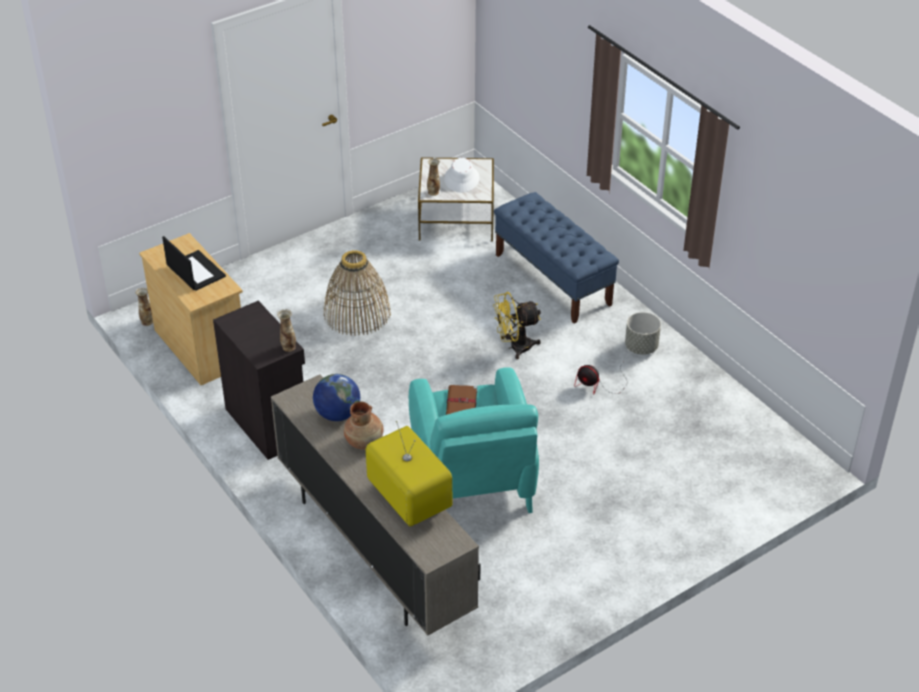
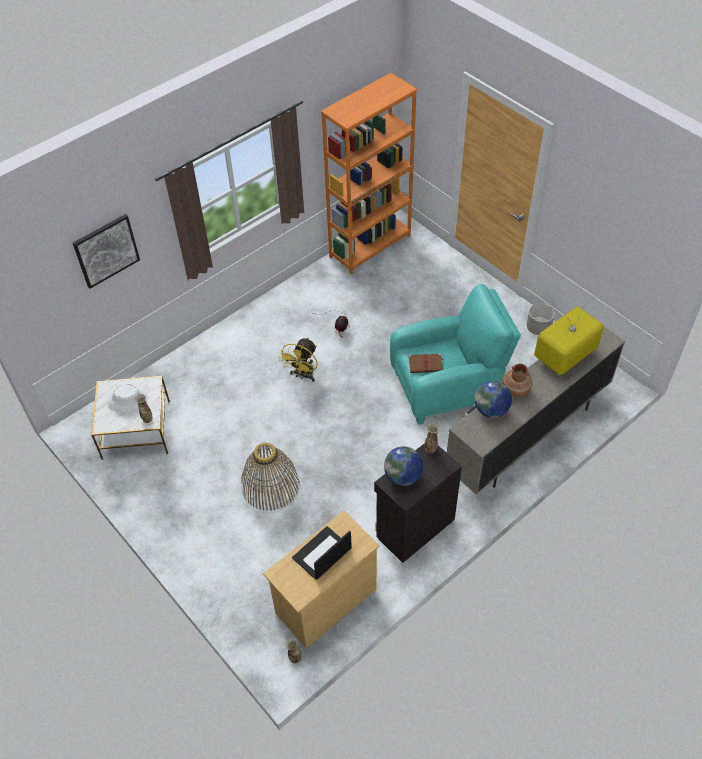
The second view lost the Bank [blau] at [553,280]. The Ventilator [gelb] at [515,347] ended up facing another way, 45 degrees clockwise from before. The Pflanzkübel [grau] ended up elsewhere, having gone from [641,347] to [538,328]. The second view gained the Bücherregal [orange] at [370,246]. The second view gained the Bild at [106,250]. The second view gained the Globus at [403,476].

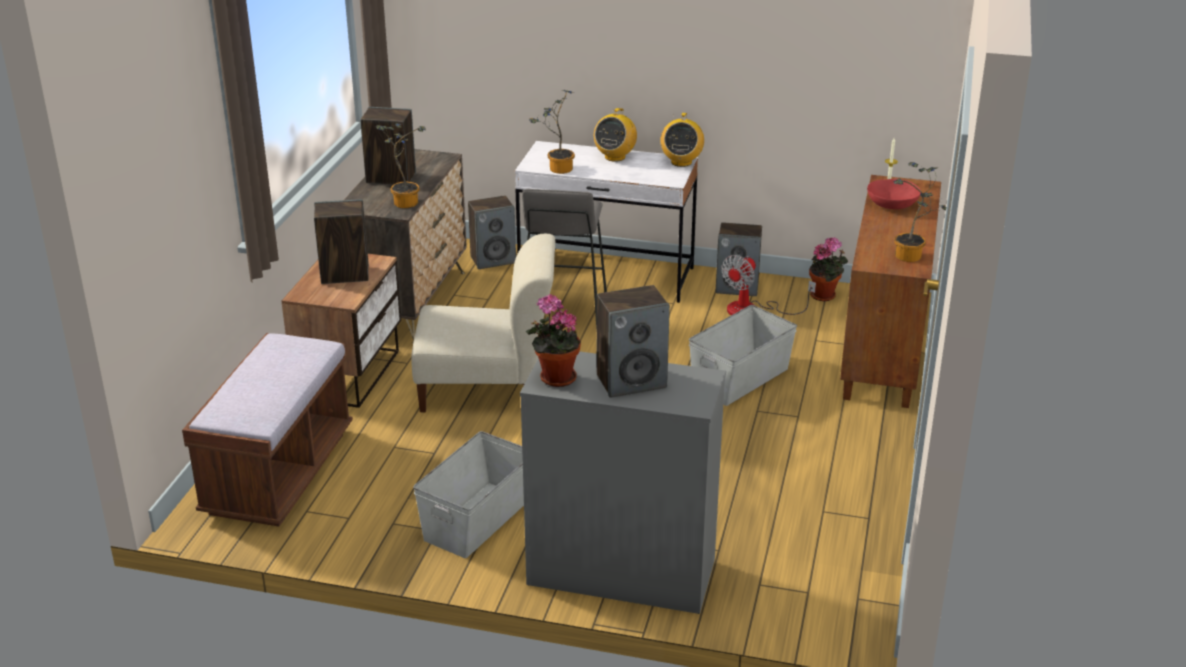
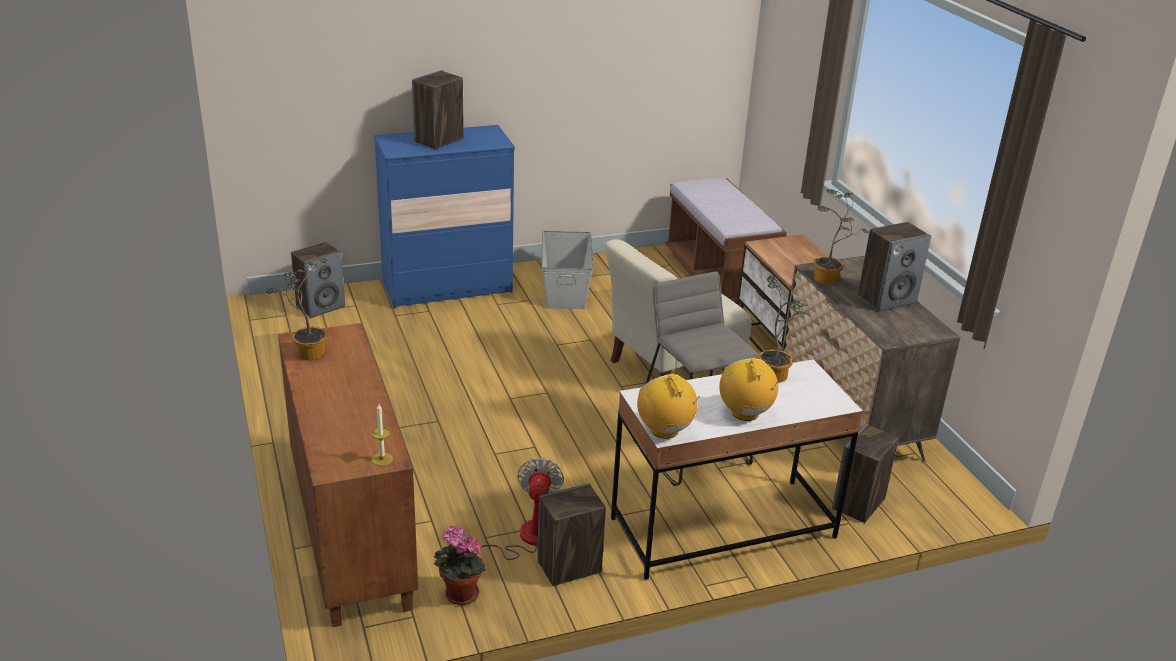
The second view lost the Schüssel [rot] at [892,204]. The Lautsprecher ended up elsewhere, having gone from [344,275] to [320,306]. The second view lost the Topfpflanze at [554,378]. The second view lost the Aufbewahrungsbox [grau] at [741,378]. What was the Kommode [grau] at [621,573] turned into the Kommode [blau] at [447,288].

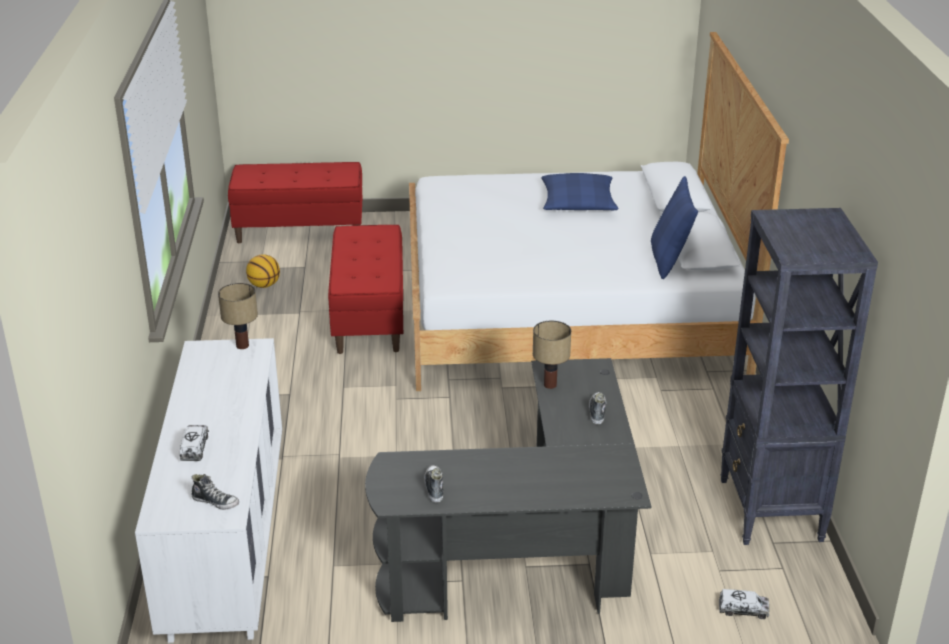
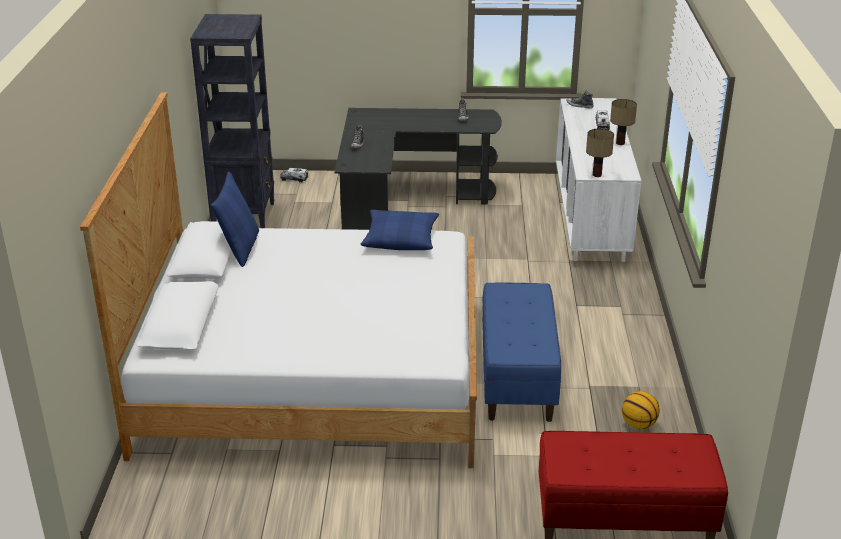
The Kissen [blau] ended up elsewhere, having gone from [578,203] to [400,238]. What was the Bank [rot] at [369,316] turned into the Bank [blau] at [516,377]. The Tischlampe ended up elsewhere, having gone from [549,384] to [620,143].

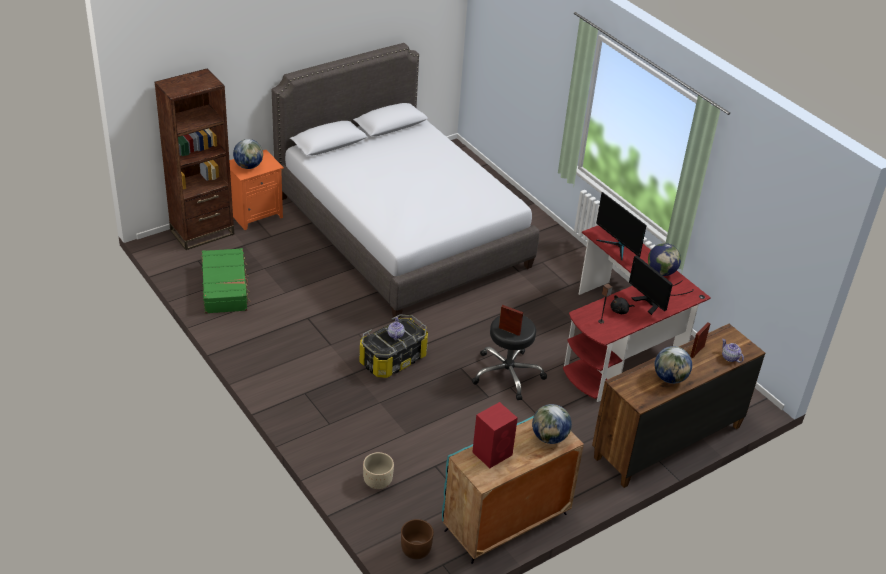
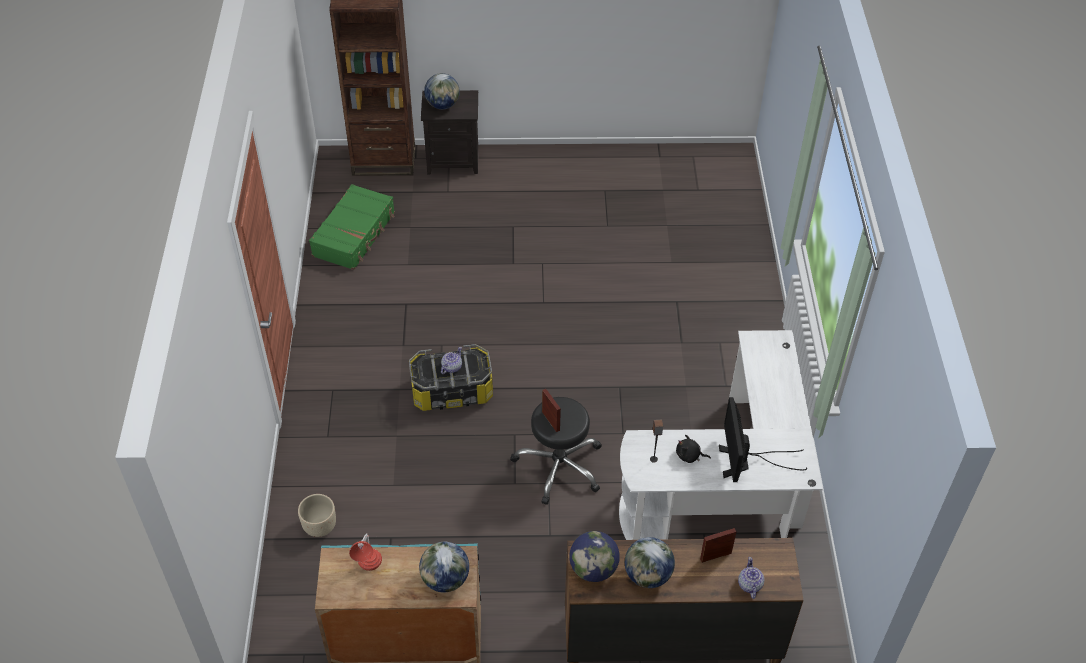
The second view lost the Bett [grau] at [401,231]. What was the Nachttisch [orange] at [256,214] turned into the Nachttisch [schwarz] at [454,160]. The second view lost the Monitor at [617,246]. What was the Schreibtisch [rot] at [623,343] turned into the Schreibtisch [weiß] at [727,489]. The Globus ended up elsewhere, having gone from [661,272] to [593,569]. Where the Lautsprecher [rot] stood at [493,453], the Tischlampe [rot] came to stand at [369,567]. The second view lost the Pflanzkübel [braun] at [415,549].

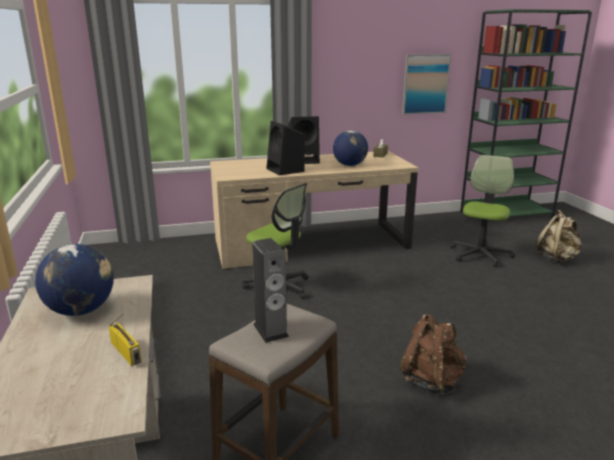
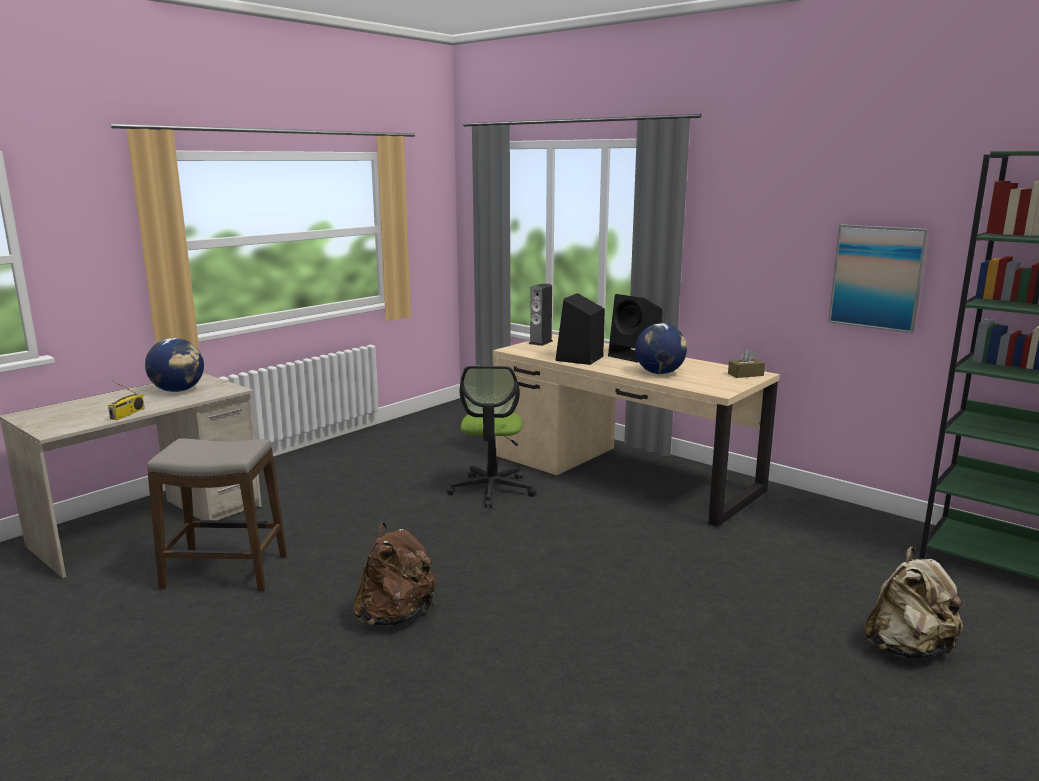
The second view lost the Bürostuhl at [480,255]. The Lautsprecher ended up elsewhere, having gone from [270,330] to [540,342].

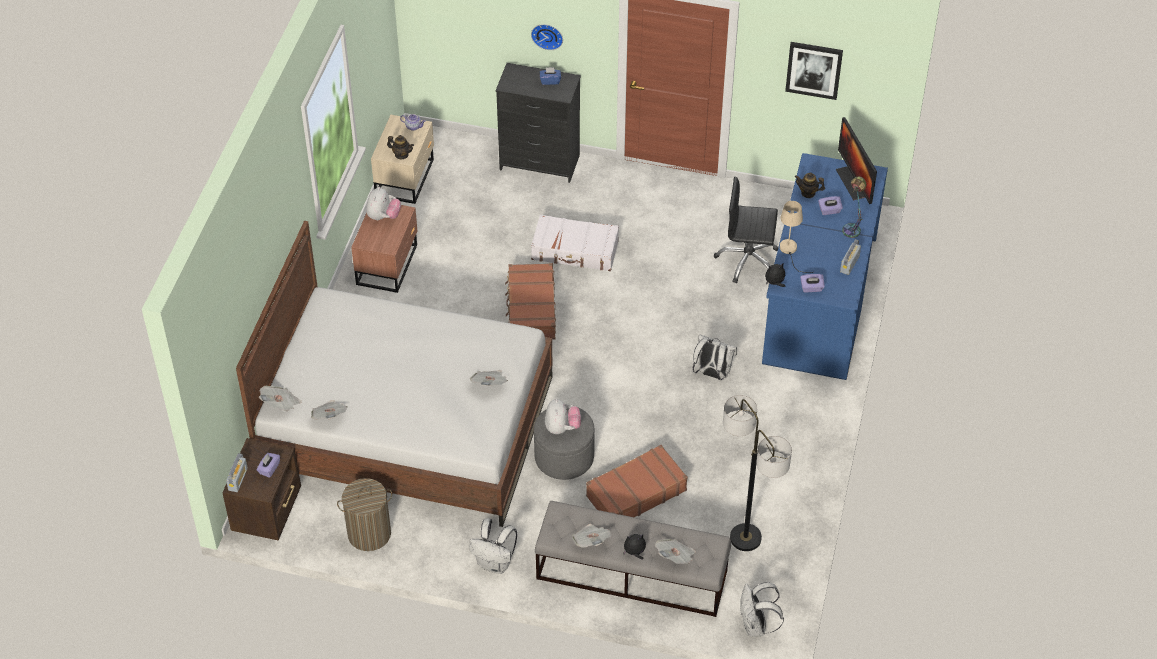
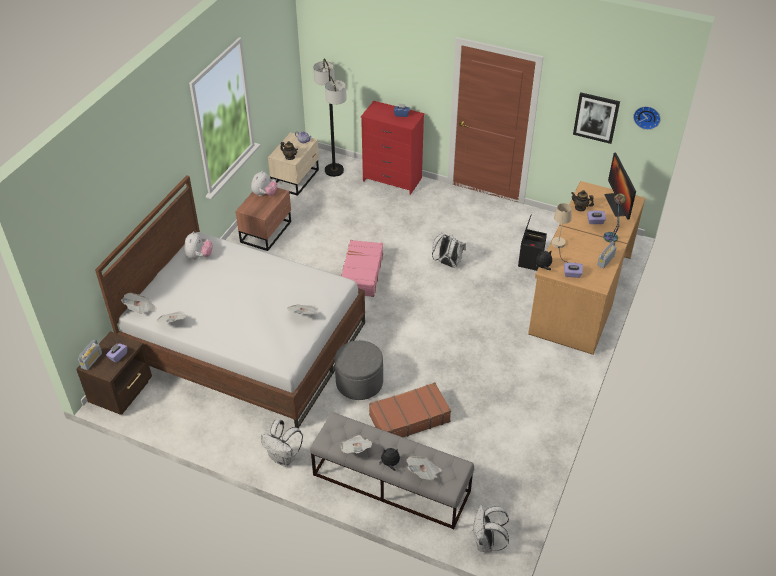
The Wanduhr ended up elsewhere, having gone from [547,35] to [647,116]. What was the Kommode [schwarz] at [539,163] turned into the Kommode [rot] at [392,180]. What was the Schreibtisch [blau] at [818,300] turned into the Schreibtisch [braun] at [580,294]. Where the Bürostuhl [schwarz] stood at [747,260], the Aufbewahrungsbox [schwarz] came to stand at [530,260]. The second view lost the Koffer [weiß] at [575,250]. What was the Koffer [braun] at [531,309] turned into the Koffer [rosa] at [361,274]. The Rucksack [weiß] ended up elsewhere, having gone from [712,374] to [447,263]. The Stehlampe ended up elsewhere, having gone from [745,538] to [334,170]. The Plüschtier ended up elsewhere, having gone from [562,428] to [199,256]. The second view lost the Wäschekorb at [369,533].

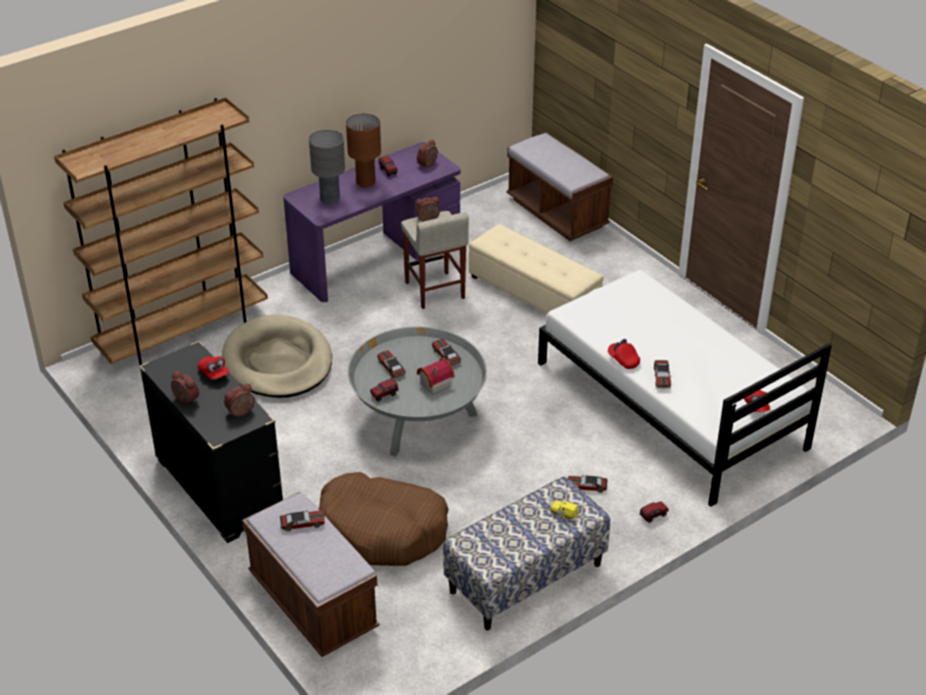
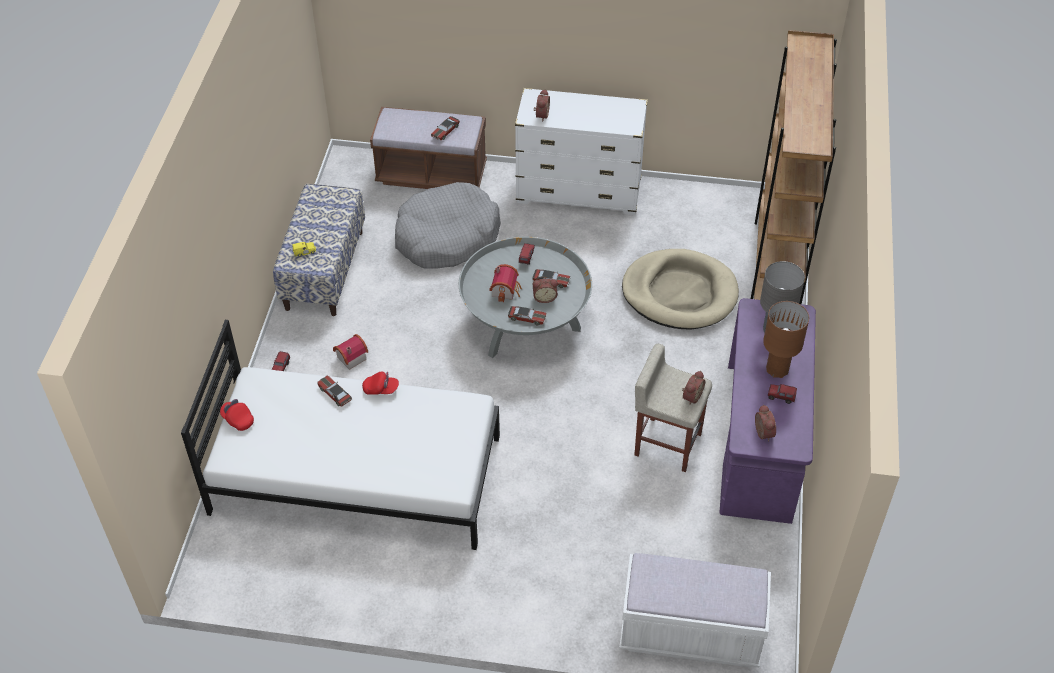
What was the Bank [braun] at [557,213] turned into the Bank [weiß] at [690,633]. The second view lost the Polsterhocker [beige] at [534,292]. What was the Kommode [schwarz] at [219,488] turned into the Kommode [weiß] at [579,192]. The second view lost the Kappe [rot] at [214,373]. The Wecker ended up elsewhere, having gone from [185,400] to [544,297]. What was the Hundebett [braun] at [382,530] turned into the Hundebett [grau] at [446,237]. Where the Spielzeugauto stood at [586,486], the Spielzeughaus came to stand at [350,357].

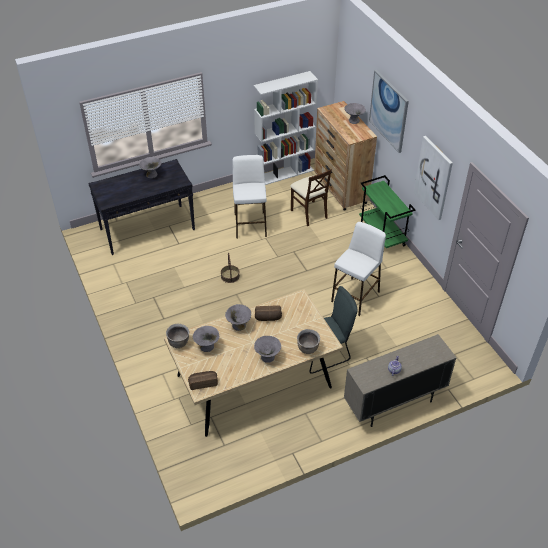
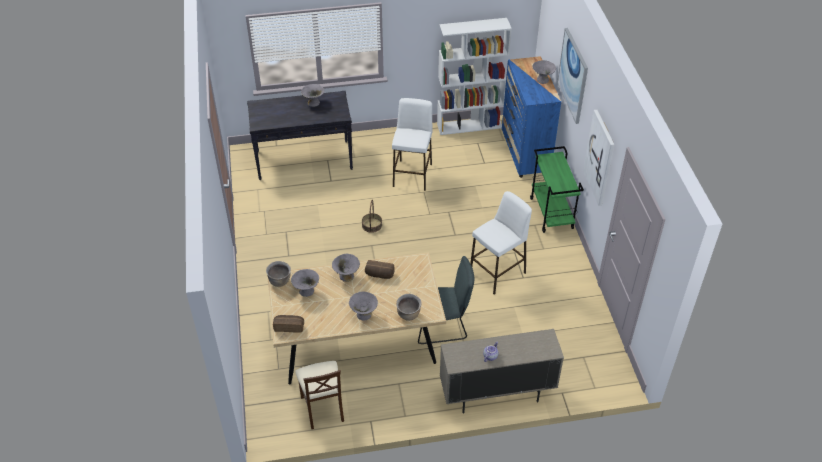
What was the Kommode [braun] at [341,189] turned into the Kommode [blau] at [525,154]. The Stuhl [beige] ended up elsewhere, having gone from [309,213] to [323,408].

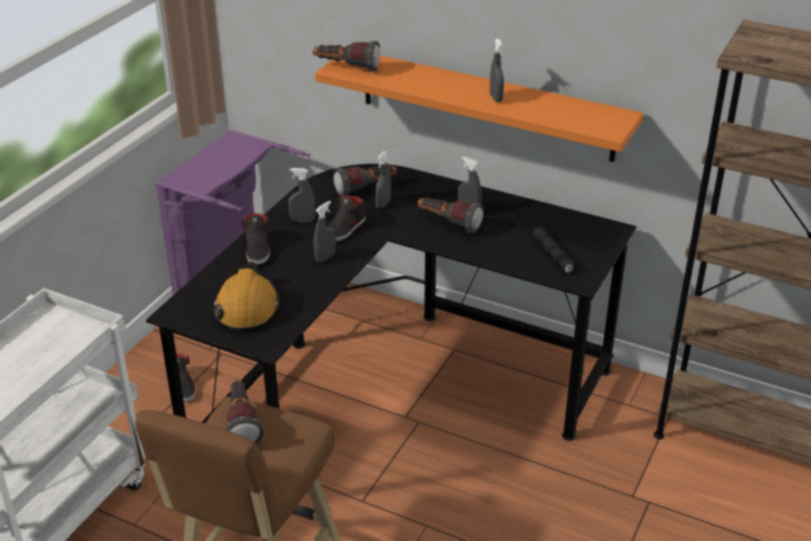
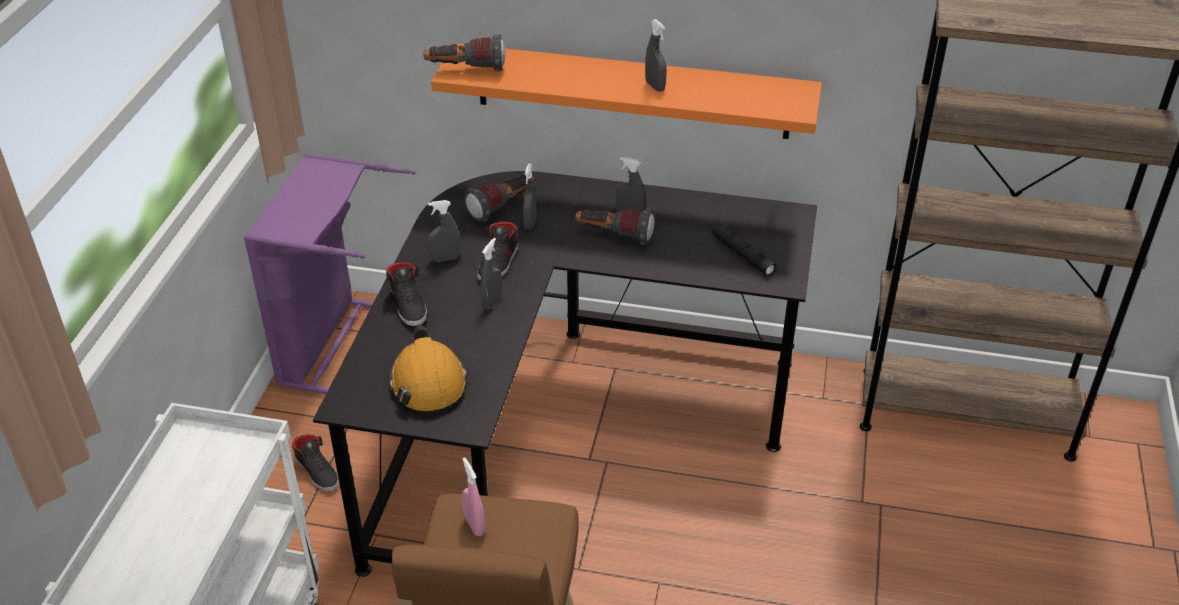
Where the Taschenlampe stood at [242,423], the Sprühflasche [rosa] came to stand at [474,525].

